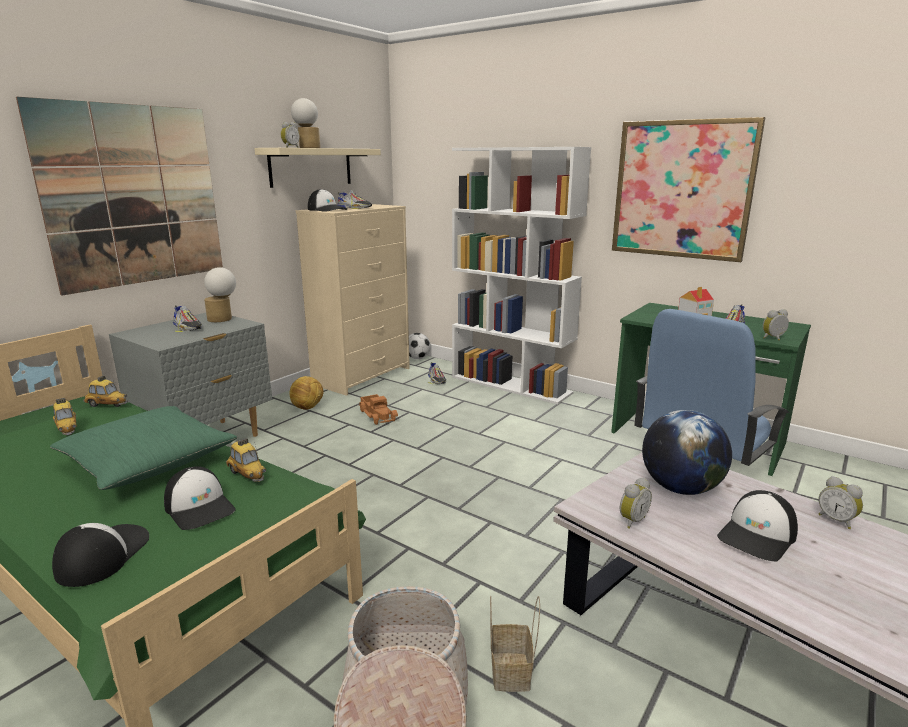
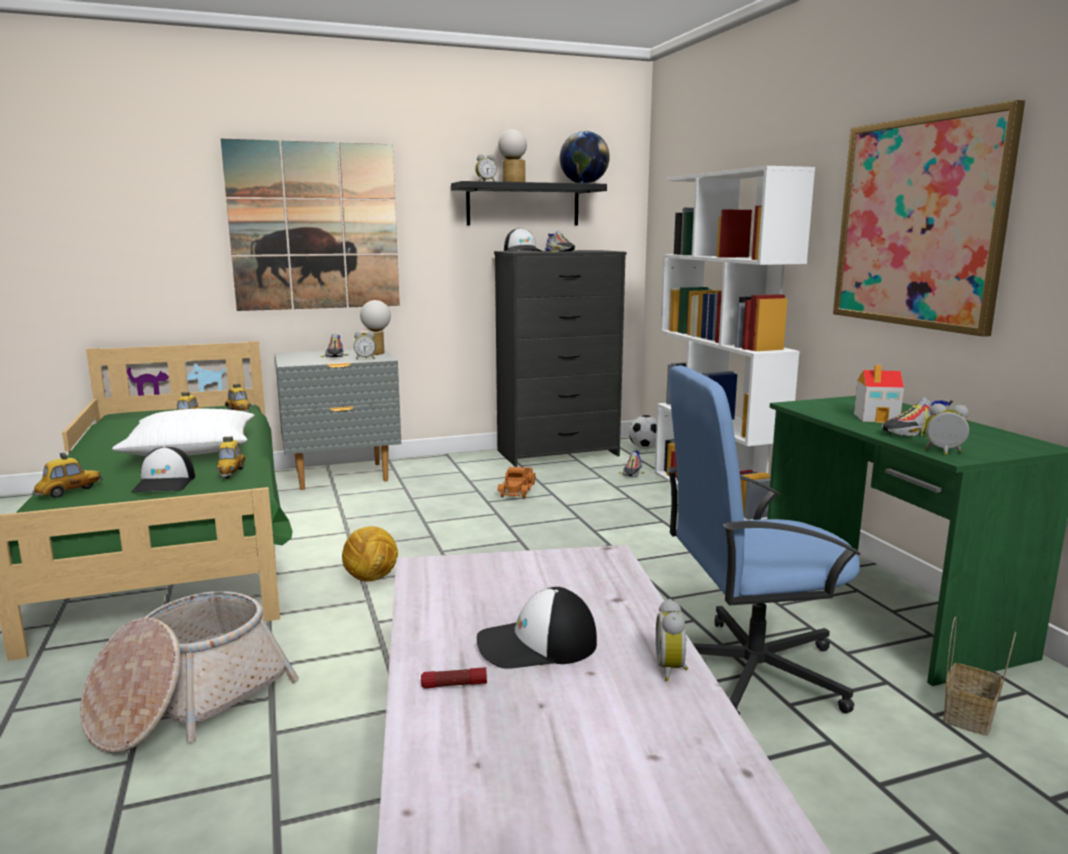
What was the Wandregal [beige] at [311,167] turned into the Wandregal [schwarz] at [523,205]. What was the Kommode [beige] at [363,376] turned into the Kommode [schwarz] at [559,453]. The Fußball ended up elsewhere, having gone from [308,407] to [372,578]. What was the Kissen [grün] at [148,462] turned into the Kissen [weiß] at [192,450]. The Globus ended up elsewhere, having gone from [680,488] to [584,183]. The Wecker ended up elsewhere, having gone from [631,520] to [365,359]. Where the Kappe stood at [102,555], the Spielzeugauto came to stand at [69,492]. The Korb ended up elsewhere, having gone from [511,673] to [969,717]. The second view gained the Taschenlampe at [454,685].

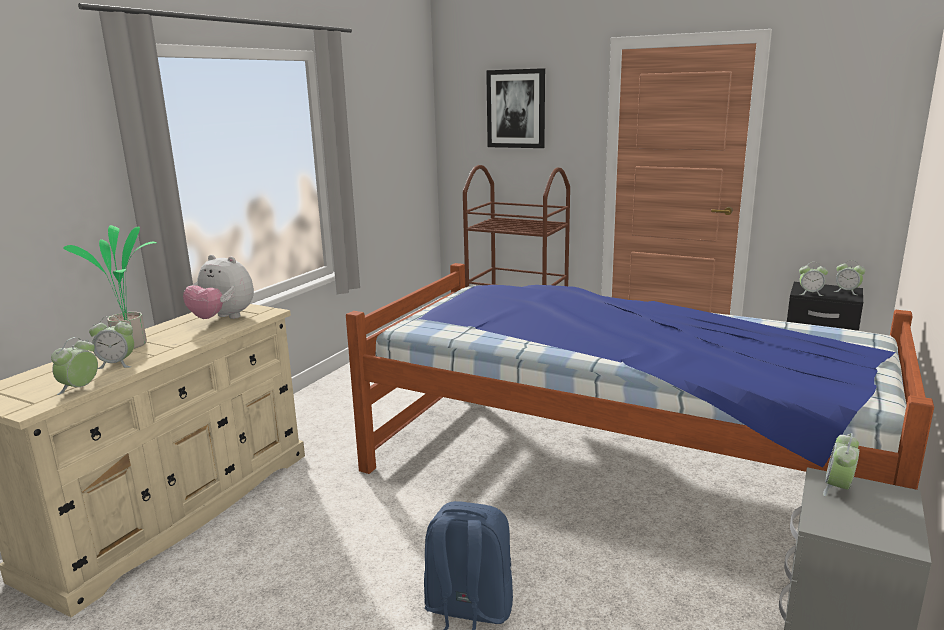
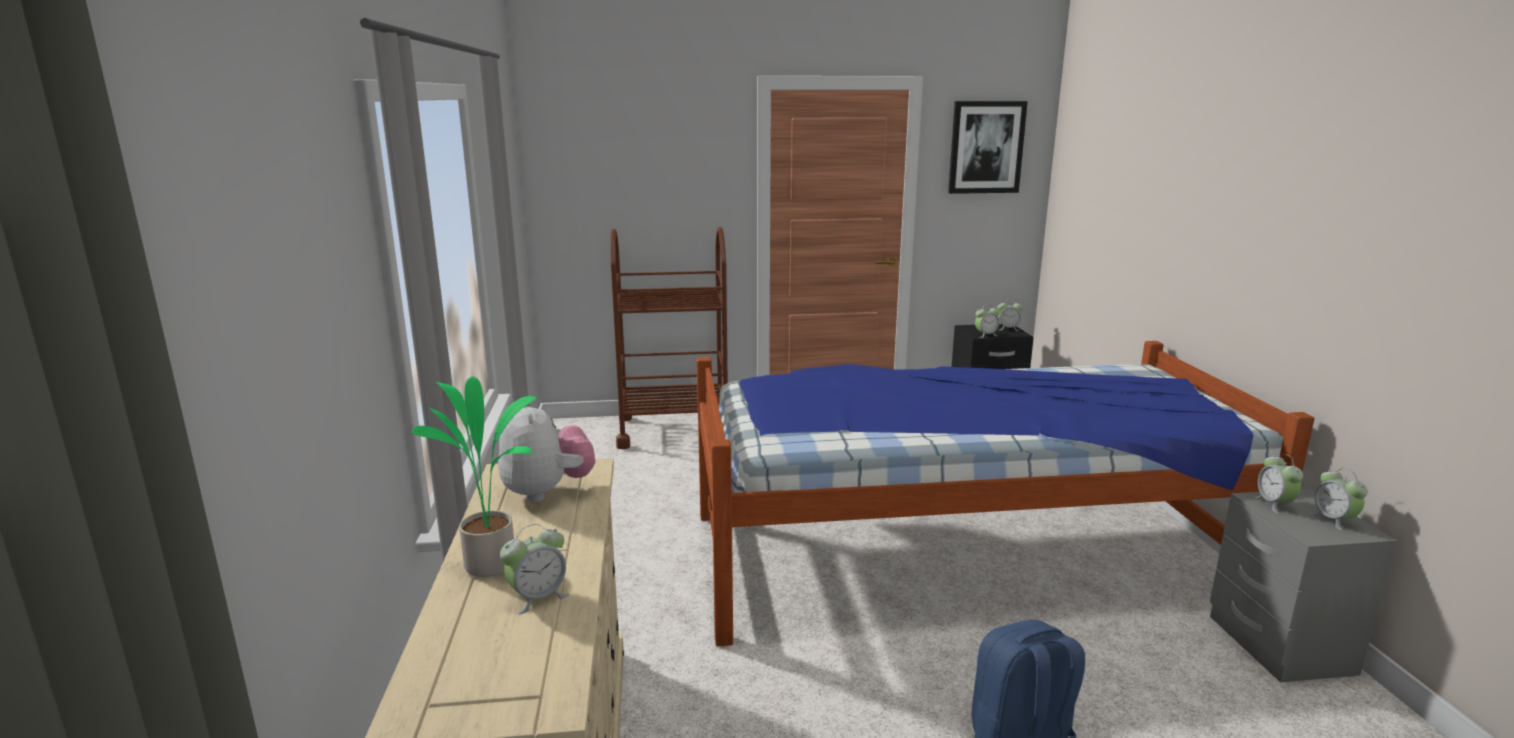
The Bild ended up elsewhere, having gone from [516,109] to [986,147]. The Plüschtier at [223,319] ended up facing another way, 105 degrees counterclockwise from before. The Wecker ended up elsewhere, having gone from [80,388] to [1333,520].

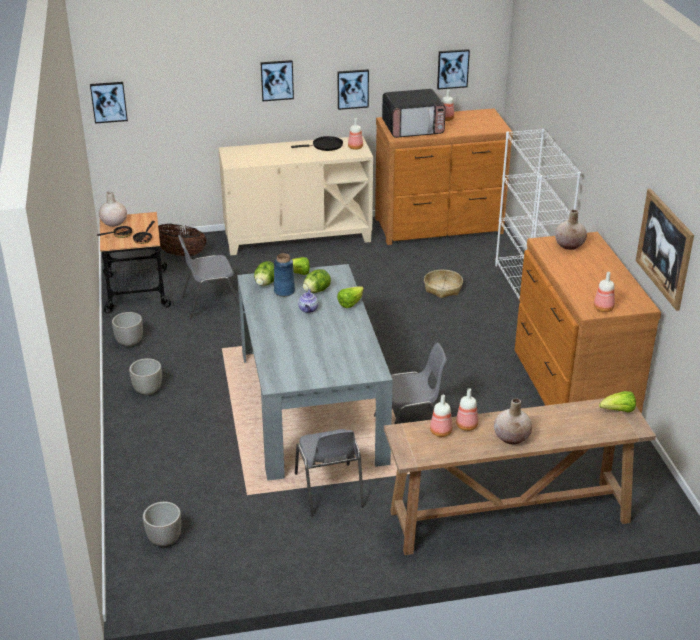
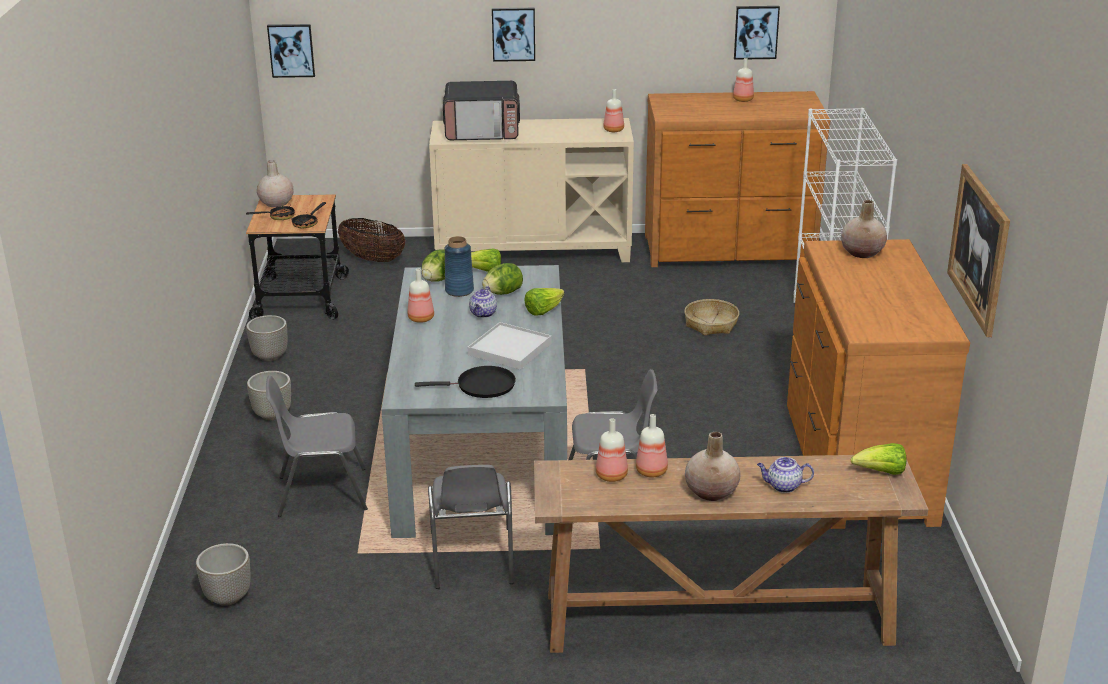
The second view lost the Bild at [352,89]. The Mikrowelle ended up elsewhere, having gone from [413,128] to [483,131]. The Pfanne [schwarz] ended up elsewhere, having gone from [325,146] to [482,386]. The Stuhl [grau] ended up elsewhere, having gone from [210,304] to [321,492]. The Flasche ended up elsewhere, having gone from [604,308] to [422,318]. The second view gained the Tablett [weiß] at [510,349]. The second view gained the Teekanne at [783,486].

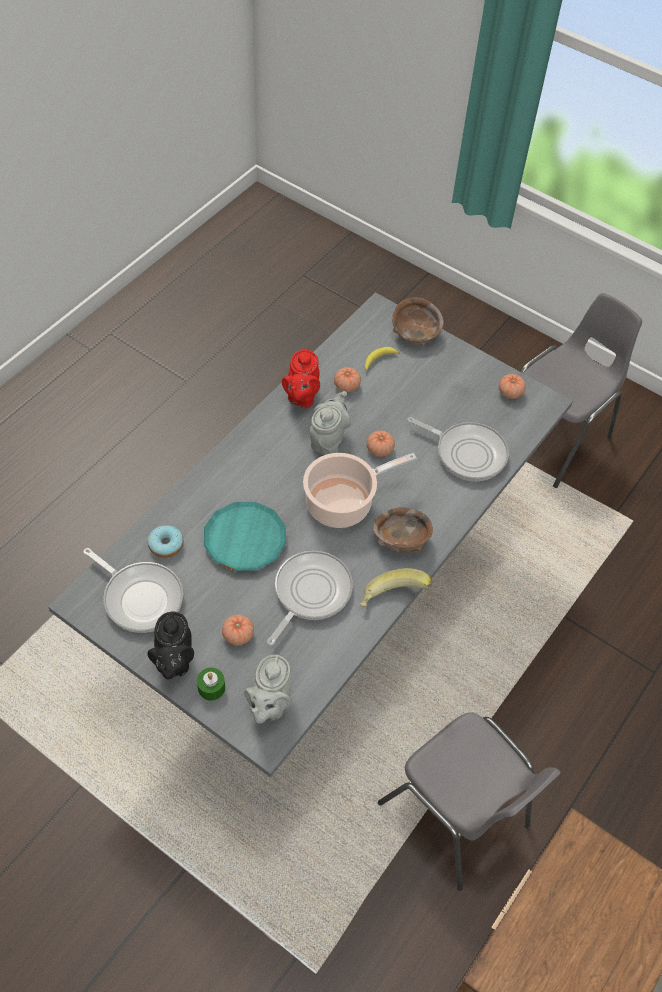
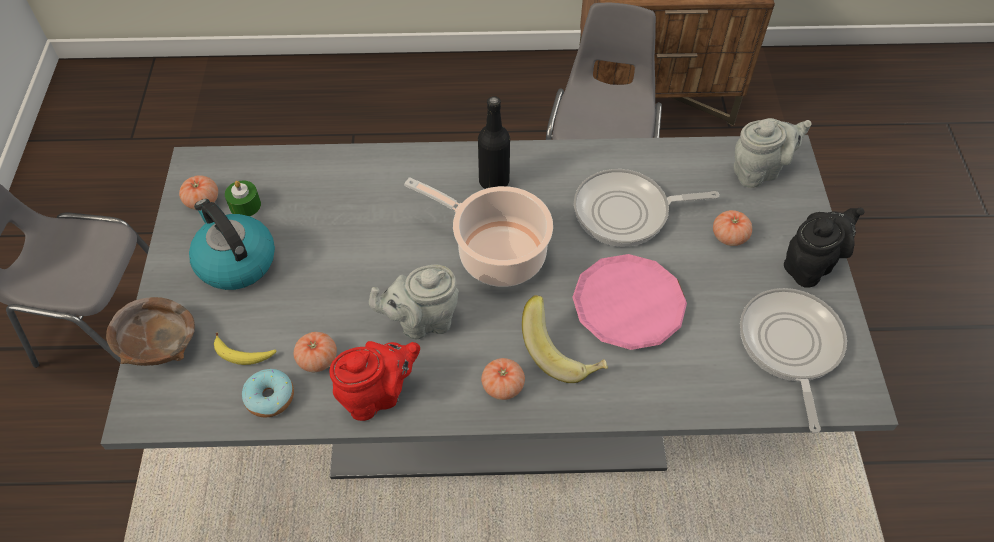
The second view lost the Pfanne at [467,453]. The Tomate ended up elsewhere, having gone from [379,449] to [503,386]. What was the Teller [türkis] at [245,539] turned into the Teller [rosa] at [628,306]. Where the Schüssel [braun] stood at [401,540], the Flasche [schwarz] came to stand at [494,181]. The Donut ended up elsewhere, having gone from [166,545] to [270,397]. The Banane ended up elsewhere, having gone from [392,599] to [563,352]. The Kerze [grün] ended up elsewhere, having gone from [211,687] to [245,205]. The second view gained the Wasserkessel at [235,261].

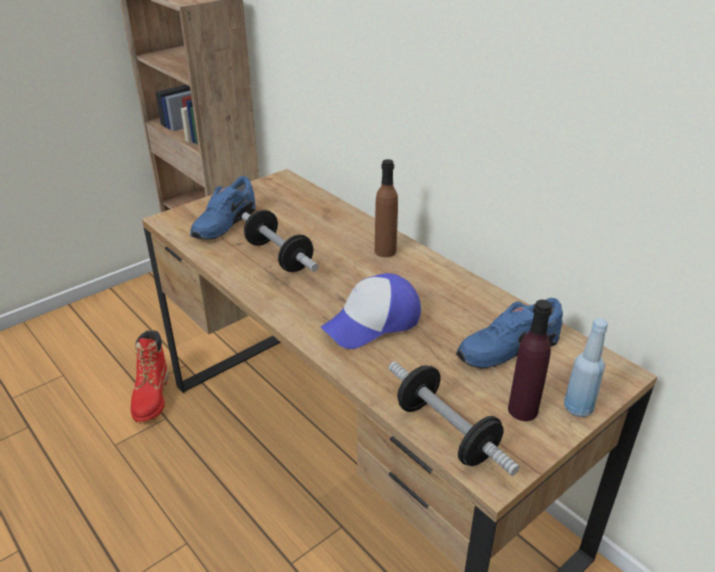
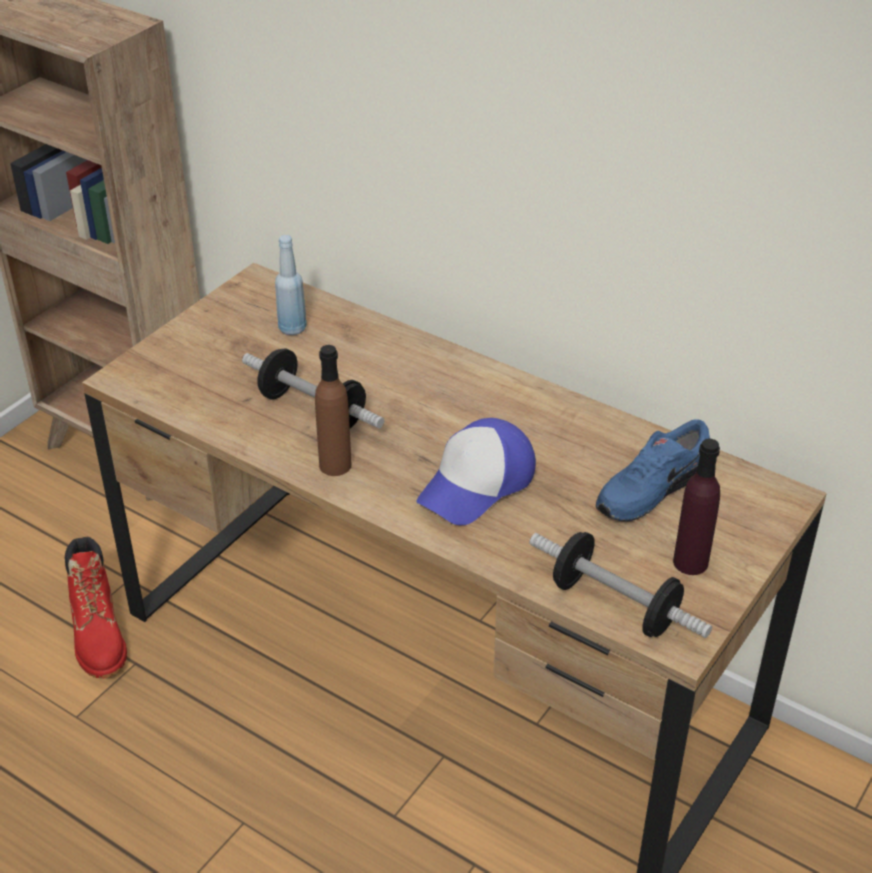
The Flasche [braun] ended up elsewhere, having gone from [385,251] to [335,465]. The second view lost the Schuh [blau] at [223,223]. The Flasche [blau] ended up elsewhere, having gone from [578,408] to [292,328].

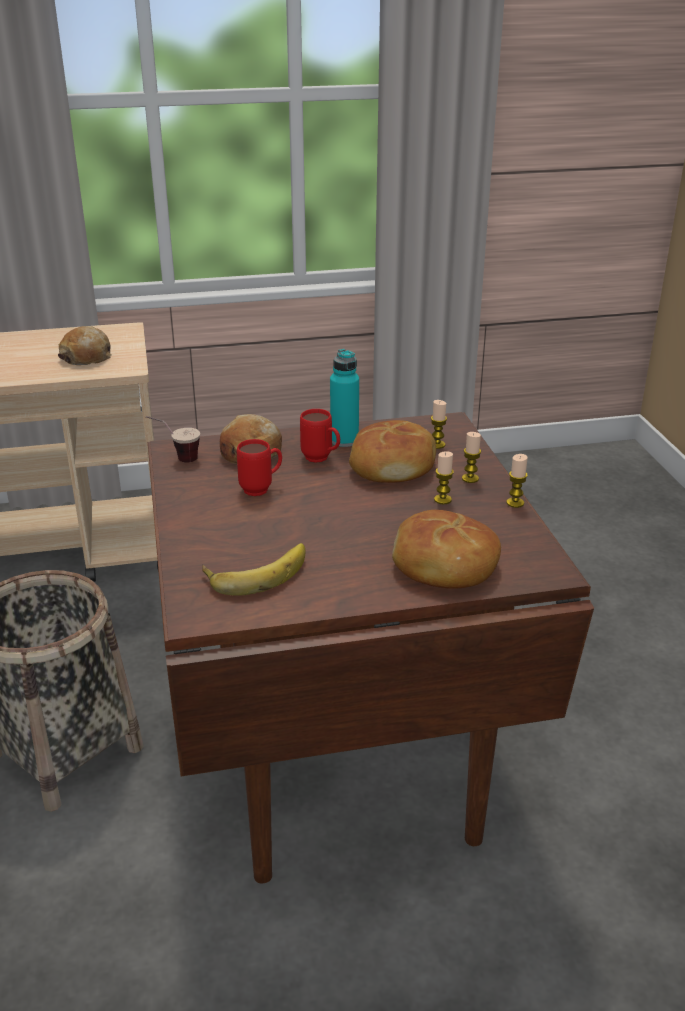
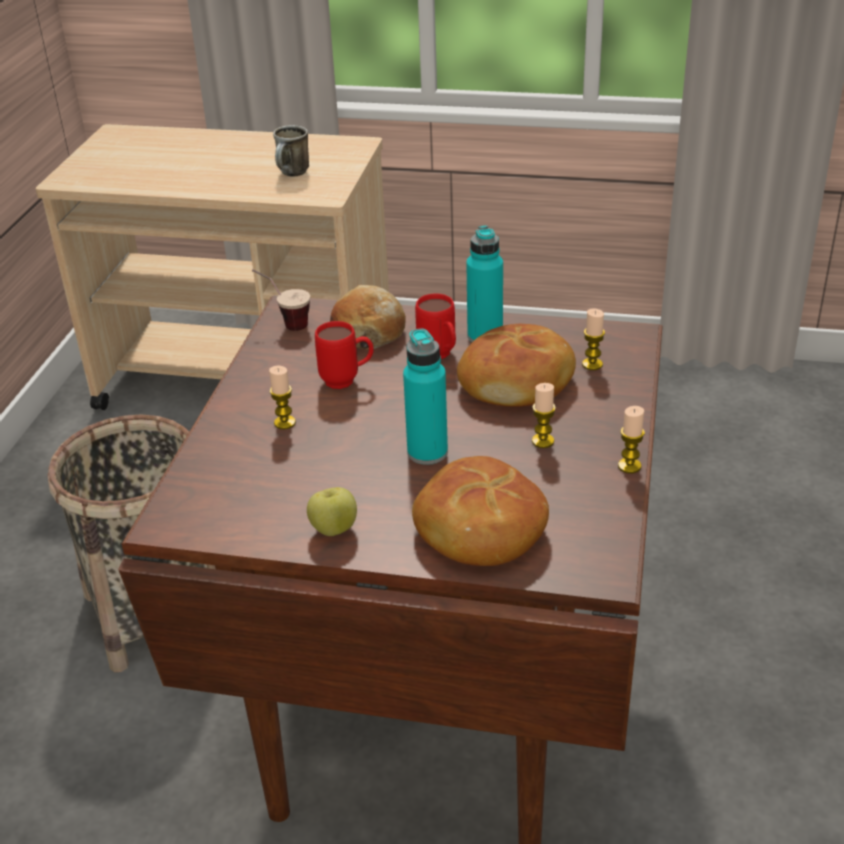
Where the Brot stood at [86,357], the Henkelbecher came to stand at [293,174]. The Kerze ended up elsewhere, having gone from [470,478] to [285,423]. The second view lost the Banane at [256,572]. The second view gained the Flasche [türkis] at [427,452]. The second view gained the Apfel at [334,529].

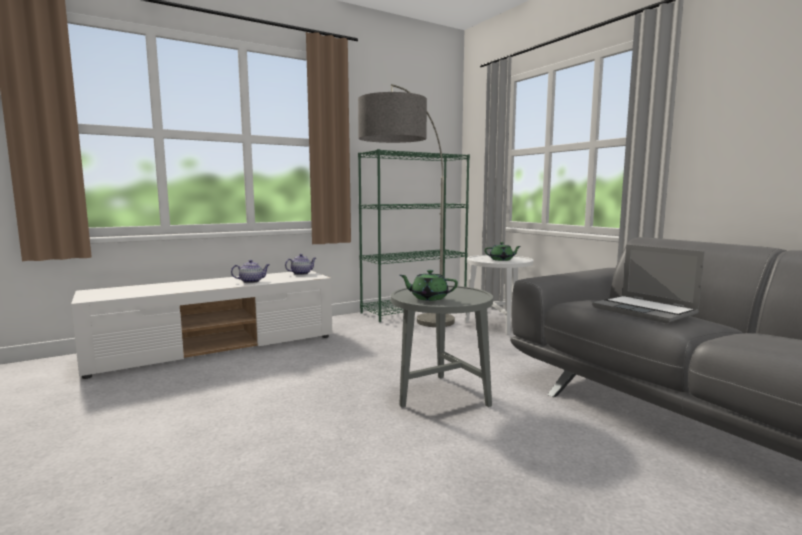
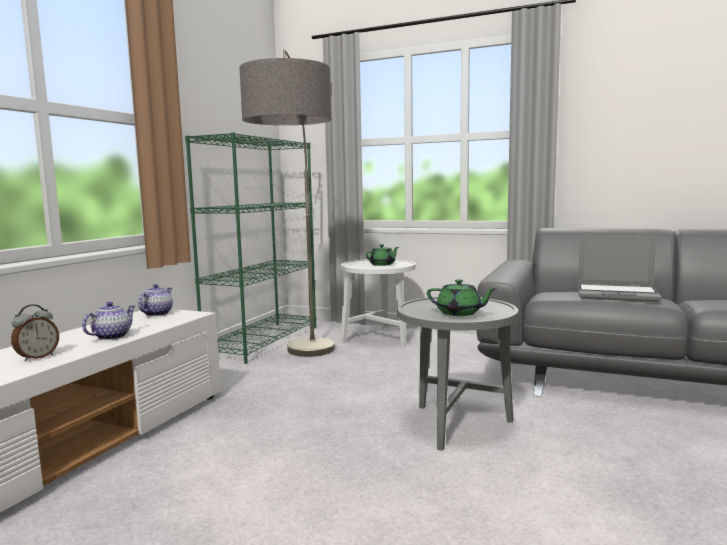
The Teekanne [grün] at [428,298] ended up facing another way, 135 degrees counterclockwise from before. The second view gained the Wecker at [37,357].

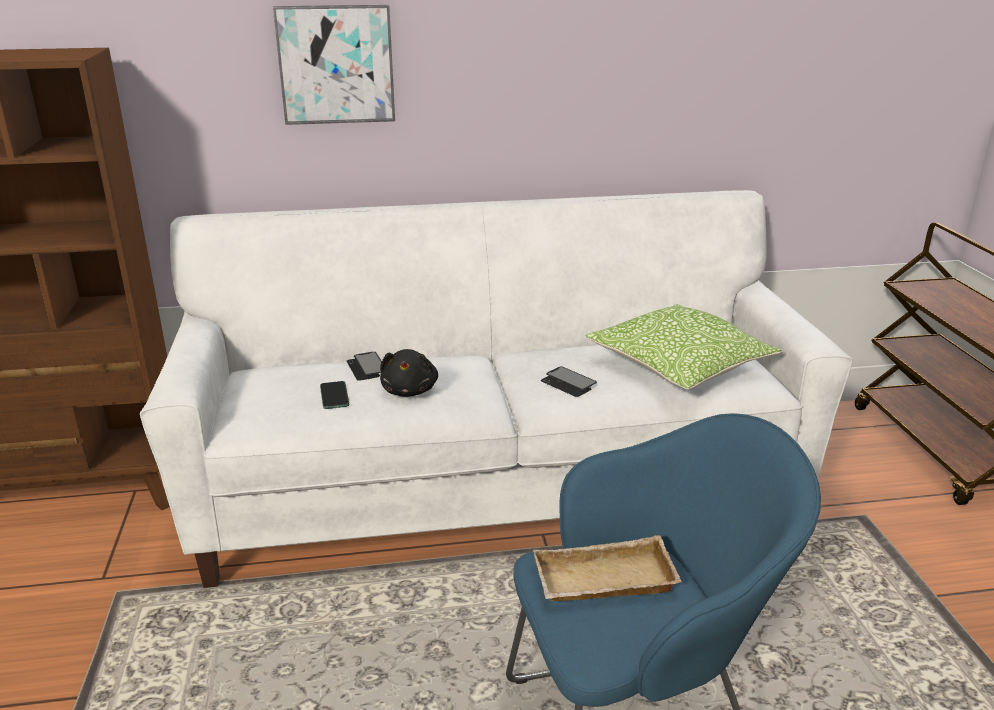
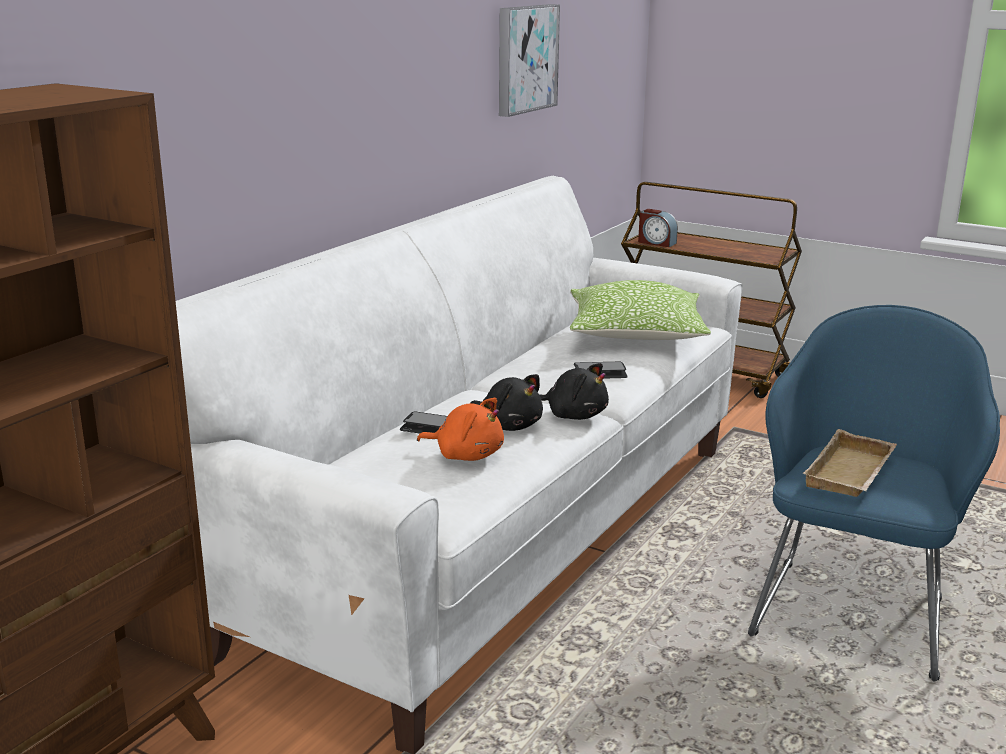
The Bild ended up elsewhere, having gone from [336,64] to [525,59]. Where the Handy stood at [334,396], the Plüschtier [orange] came to stand at [466,455]. The second view gained the Wecker at [656,242]. The second view gained the Plüschtier [schwarz] at [573,415].

